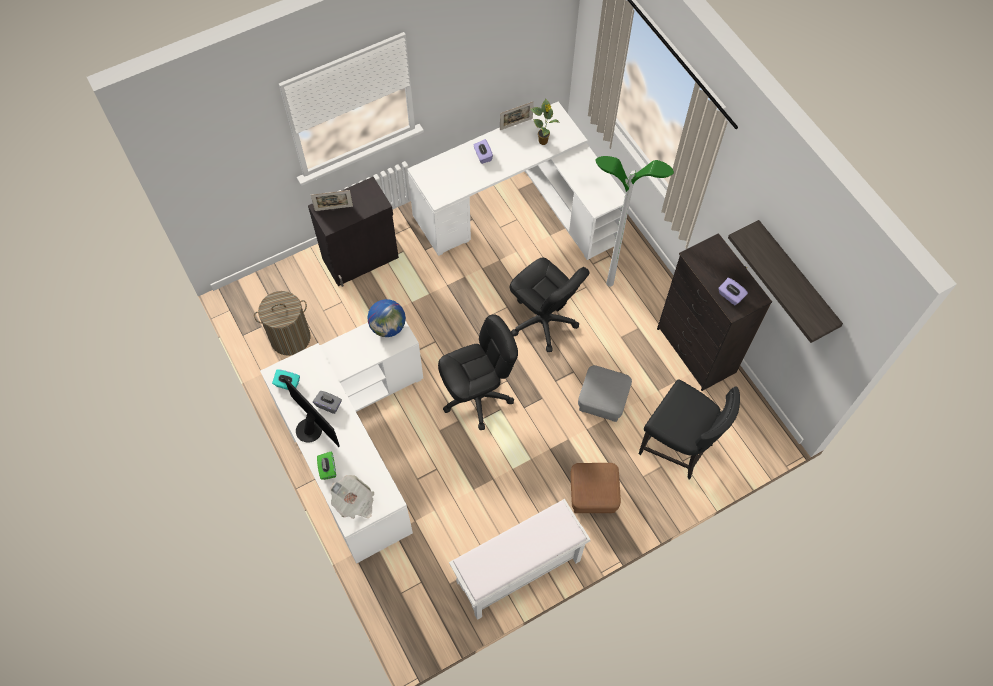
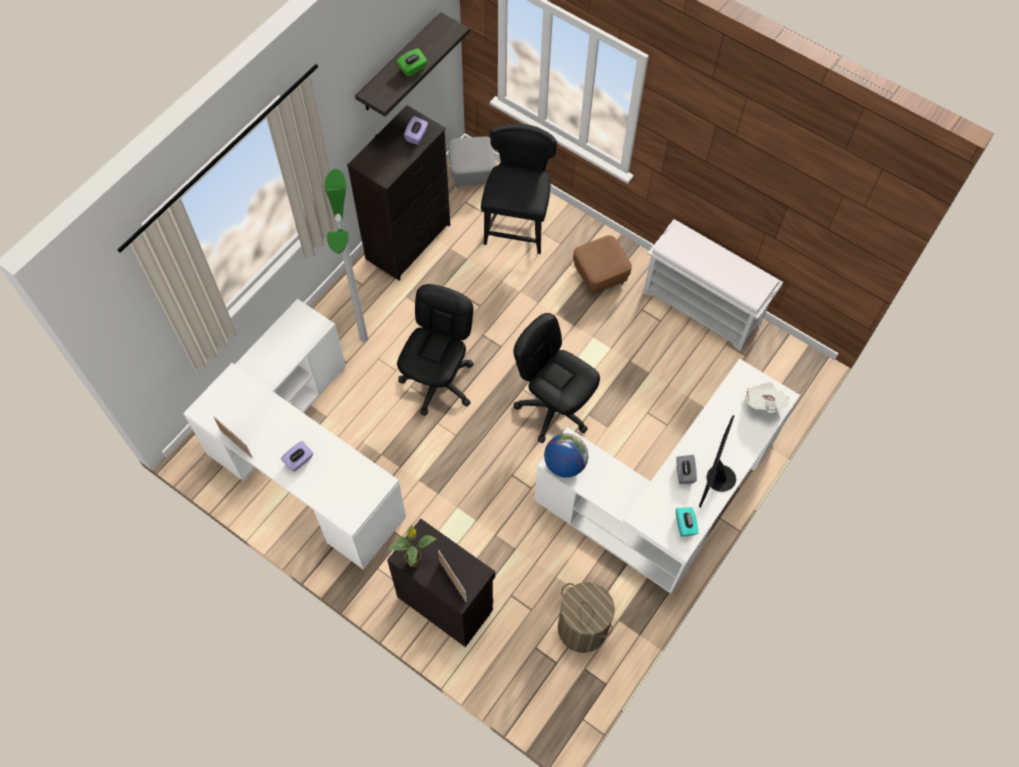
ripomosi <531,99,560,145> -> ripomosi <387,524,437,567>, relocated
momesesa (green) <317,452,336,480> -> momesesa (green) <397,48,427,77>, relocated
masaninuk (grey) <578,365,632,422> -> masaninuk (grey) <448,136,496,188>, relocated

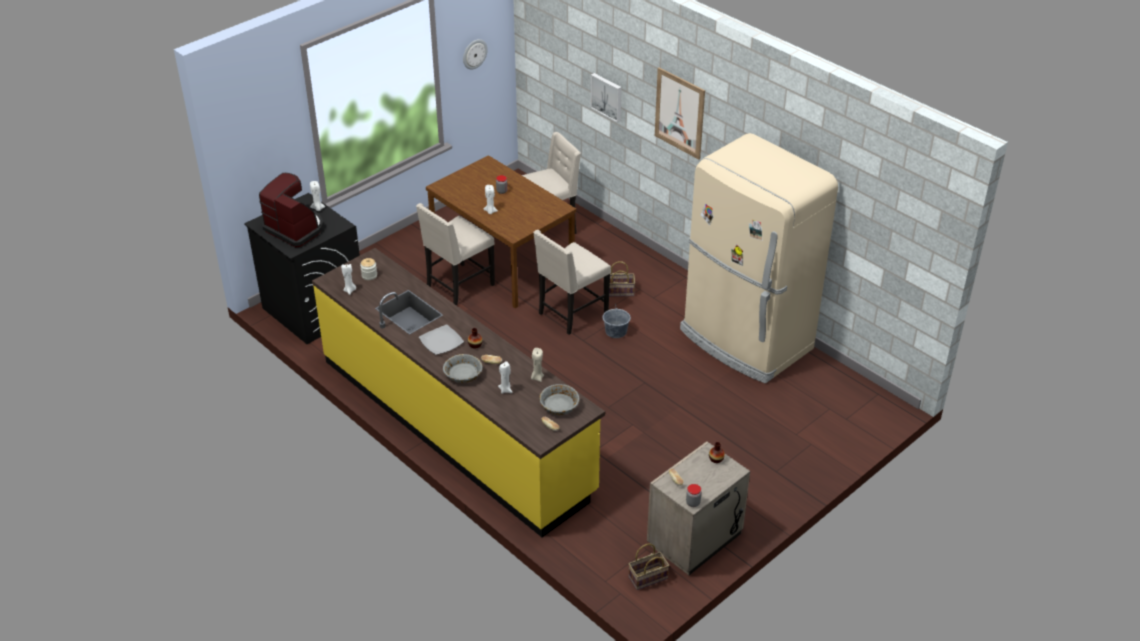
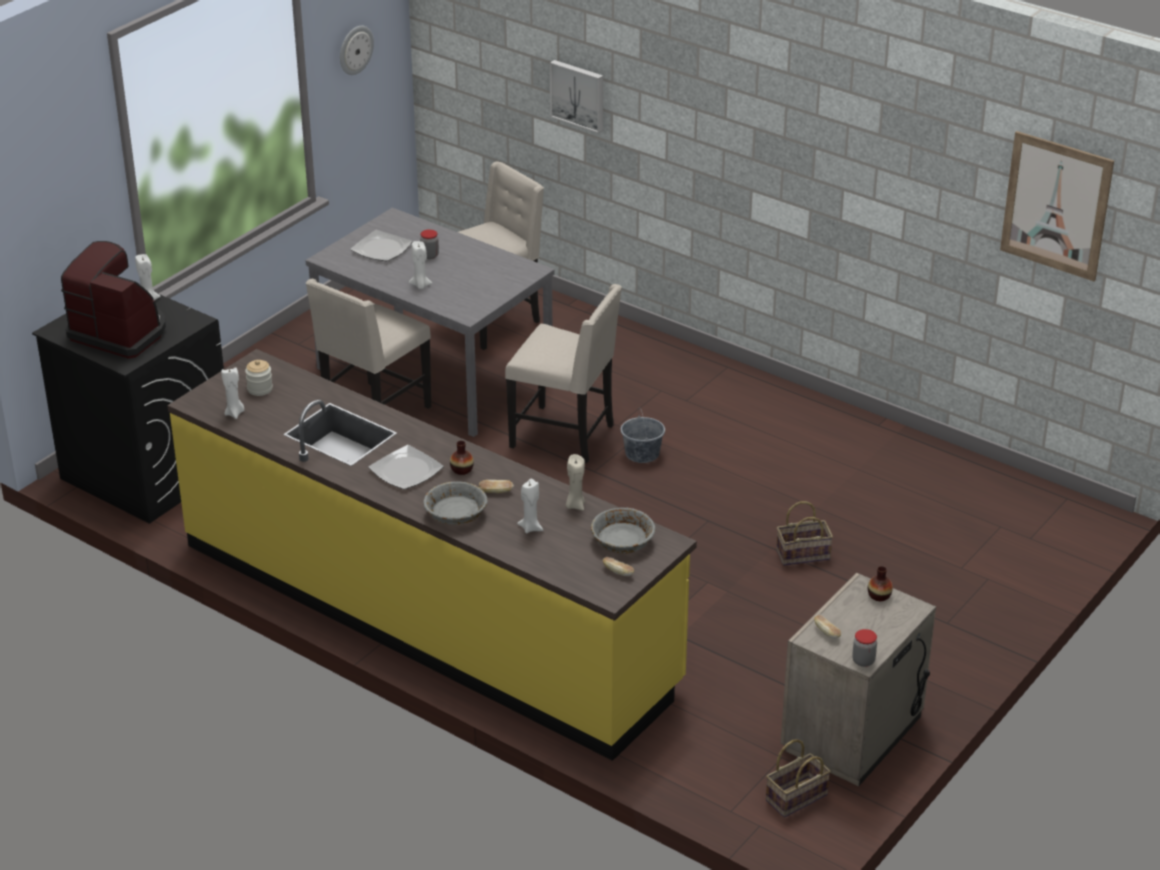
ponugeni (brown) <426,155,576,308> -> ponugeni (grey) <305,208,555,437>
none -> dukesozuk <350,230,413,261>
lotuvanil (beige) <533,230,611,335> -> lotuvanil (beige) <505,284,622,463>, 105 degrees counterclockwise
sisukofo <609,261,635,297> -> sisukofo <776,501,833,566>, relocated
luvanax <655,67,705,160> -> luvanax <1000,131,1114,281>, relocated
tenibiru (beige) <680,133,838,383> -> none

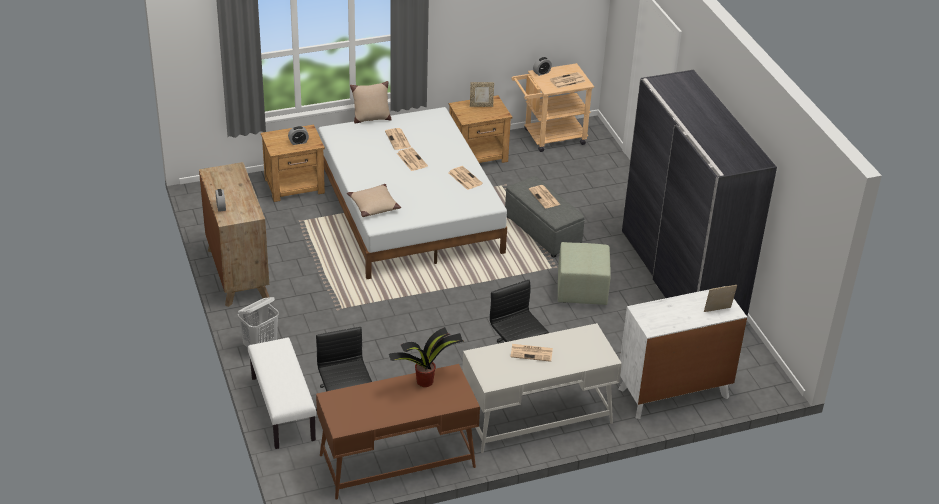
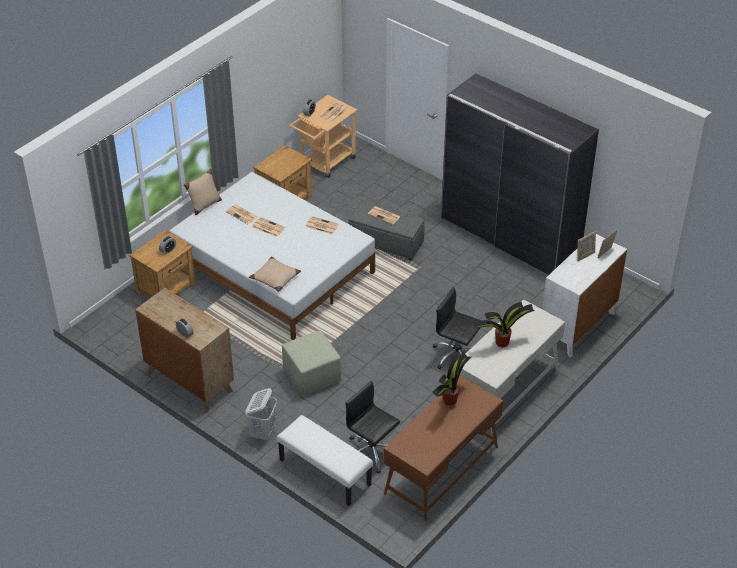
masaninuk (green) <558,242,611,305> -> masaninuk (green) <282,331,341,396>, relocated
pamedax <510,344,553,362> -> ripomosi <473,302,534,347>
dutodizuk <470,82,494,107> -> dutodizuk <577,231,596,261>, relocated

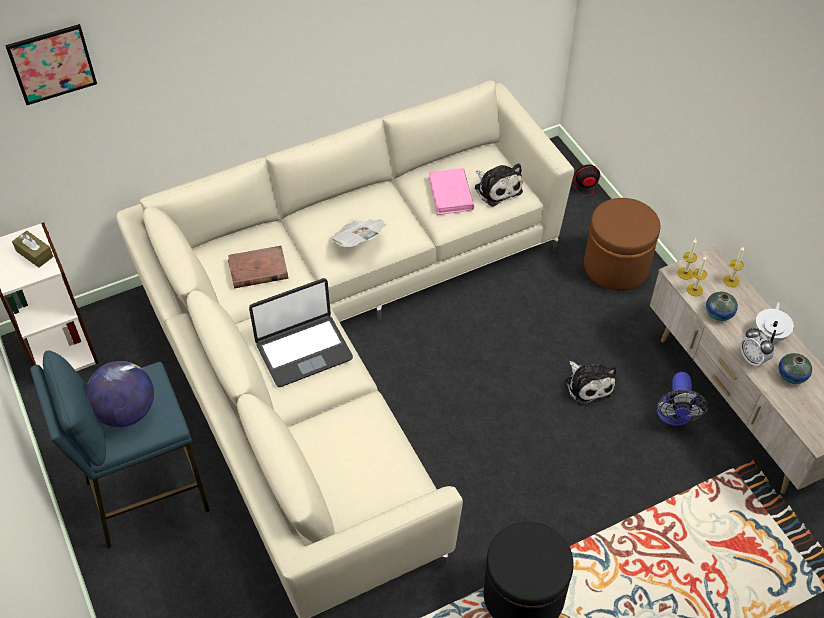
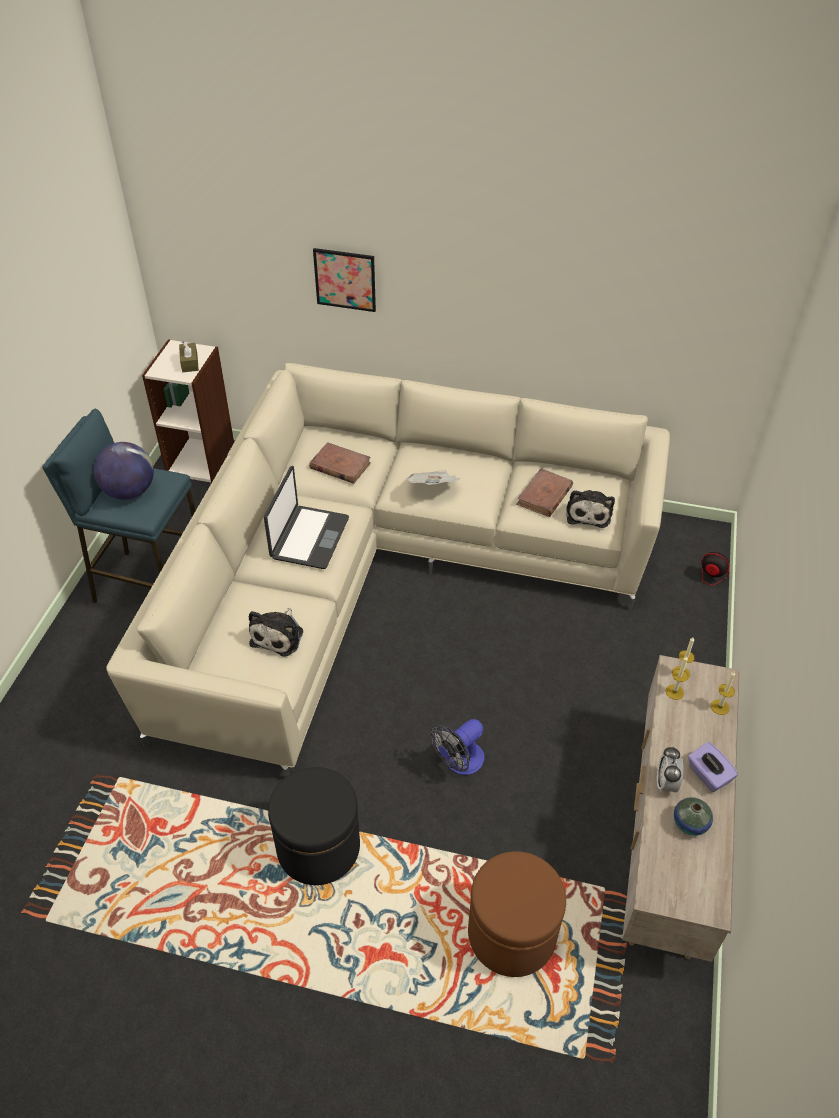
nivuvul <565,361,616,405> -> nivuvul <249,608,303,657>, relocated
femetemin <249,278,353,387> -> femetemin <264,466,349,569>, 90 degrees counterclockwise
luvanax <5,24,97,105> -> luvanax <313,248,376,312>, relocated
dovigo <657,372,709,426> -> dovigo <430,719,485,775>, relocated
masaninuk (brown) <584,198,660,291> -> masaninuk (brown) <468,851,566,977>, relocated
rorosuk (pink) <429,168,474,215> -> rorosuk (brown) <516,469,573,517>
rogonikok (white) <755,302,794,342> -> momesesa (purple) <688,742,738,792>
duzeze <706,292,738,321> -> none

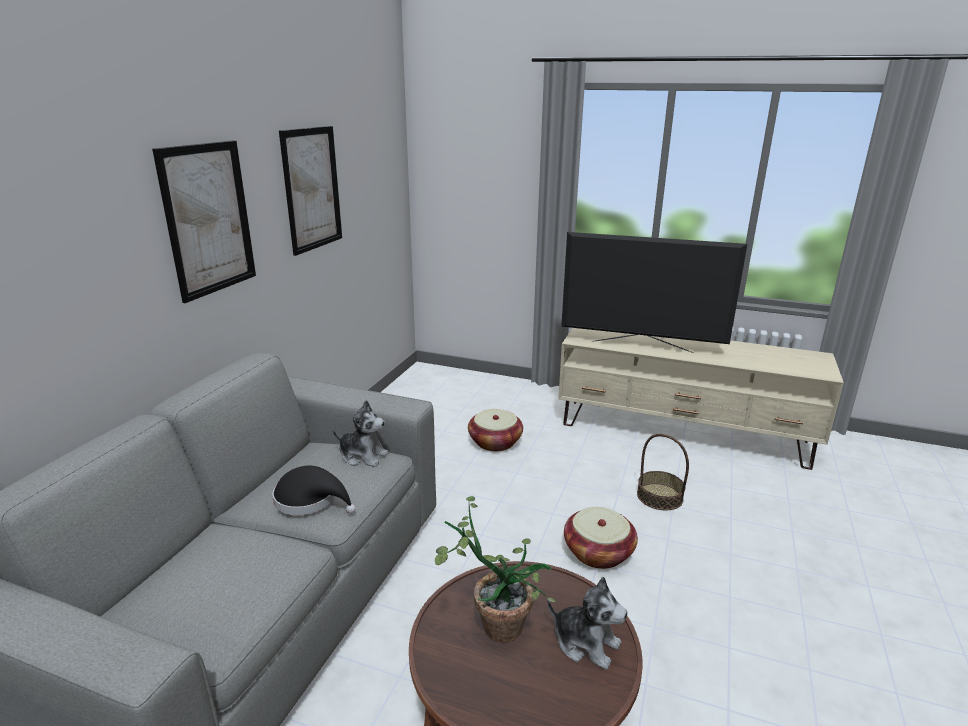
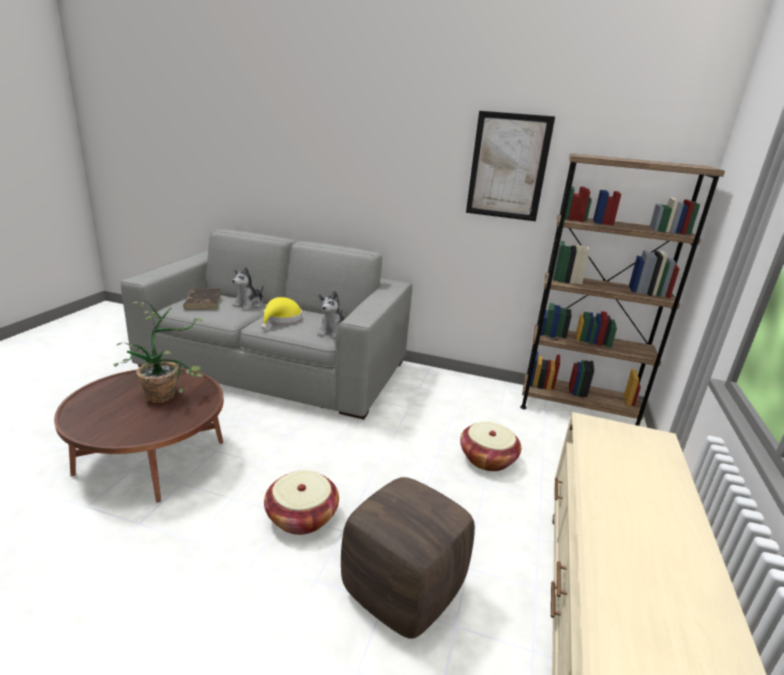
none -> rorosuk (brown) <183,288,221,310>
nivuvul <547,577,627,670> -> nivuvul <232,267,264,310>, relocated
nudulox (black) <273,466,356,515> -> nudulox (yellow) <261,297,302,330>
sisukofo <637,434,689,510> -> masaninuk (brown) <341,477,475,639>
none -> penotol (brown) <520,153,725,426>
luvanax <152,140,256,303> -> none
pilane <561,232,747,353> -> none

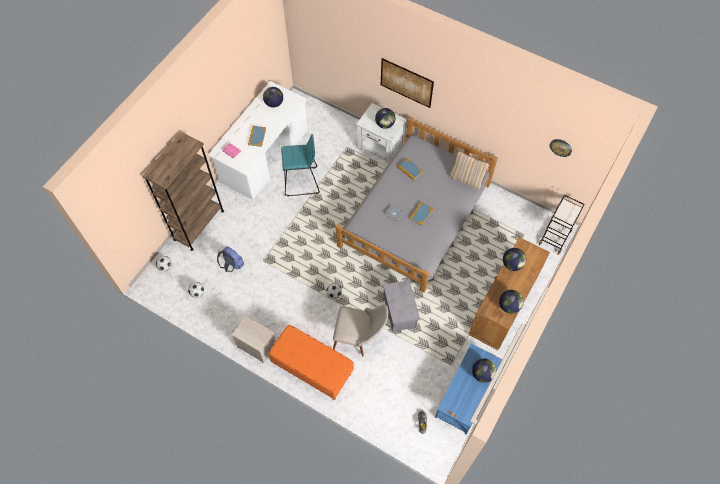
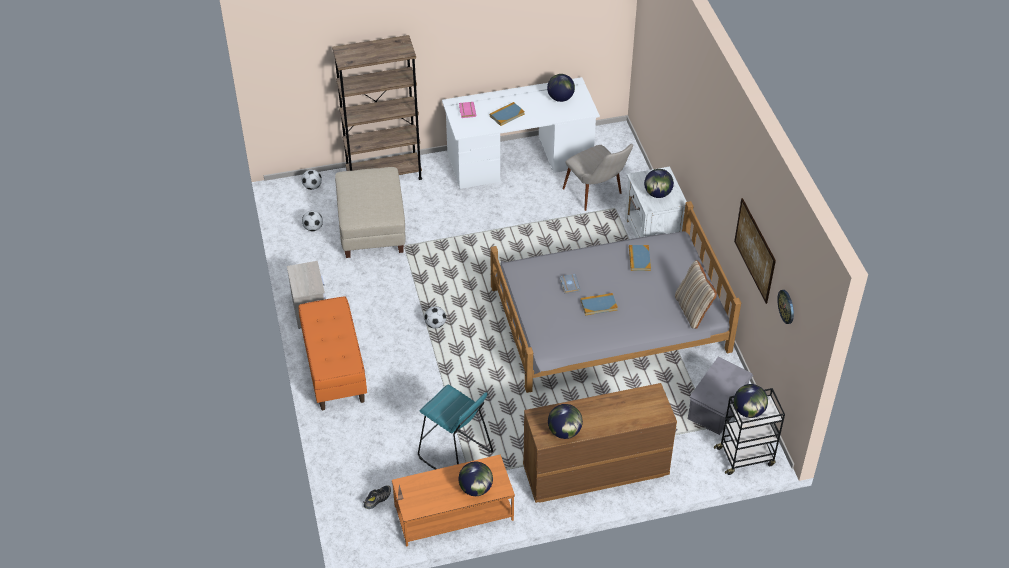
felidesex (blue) <217,246,244,272> -> masaninuk (beige) <335,167,405,258>
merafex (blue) <435,344,502,434> -> merafex (orange) <392,454,515,547>
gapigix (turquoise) <281,134,320,196> -> gapigix (turquoise) <418,385,493,470>, relocated
lotuvanil (beige) <333,305,388,356> -> lotuvanil (beige) <563,144,633,211>, relocated
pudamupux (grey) <383,280,420,332> -> pudamupux (grey) <688,357,753,435>, relocated
luvanax <381,58,434,108> -> luvanax <734,198,776,304>, relocated
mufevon <503,248,526,271> -> mufevon <734,384,768,418>, relocated

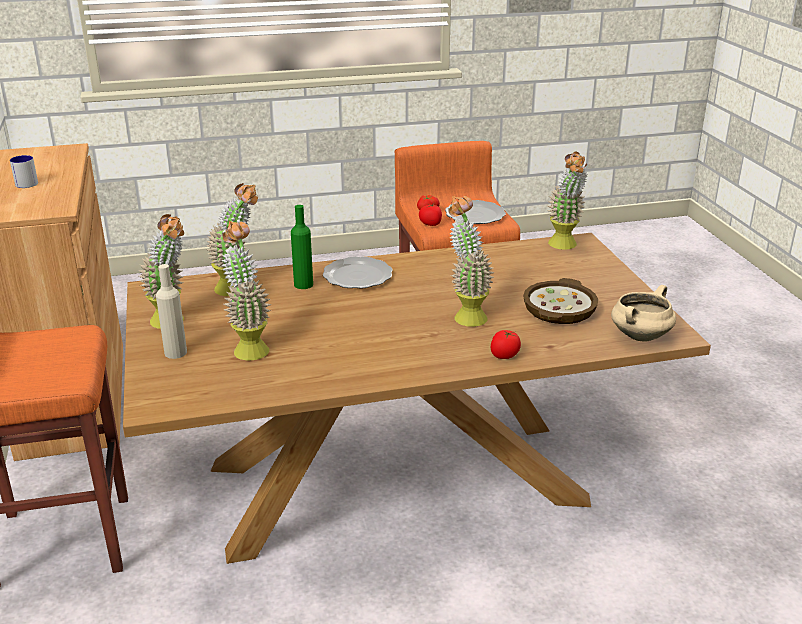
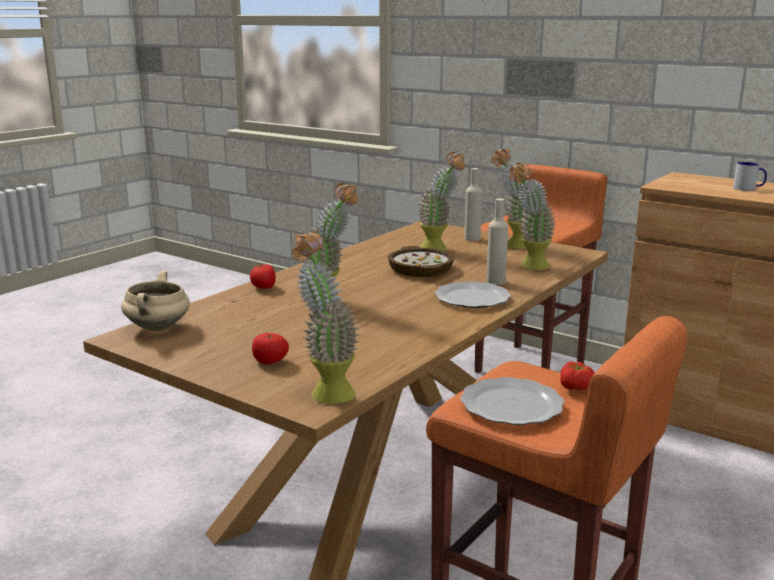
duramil <419,203,442,226> -> duramil <252,333,289,364>, relocated
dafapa <523,278,598,324> -> dafapa <388,246,454,277>, relocated
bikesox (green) <291,205,313,289> -> bikesox (beige) <486,199,508,285>

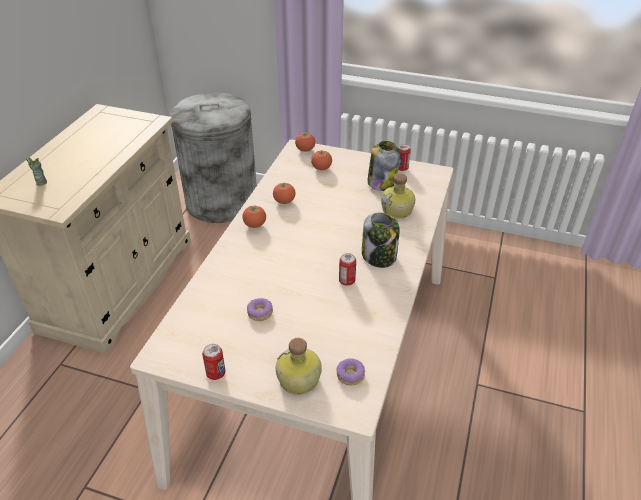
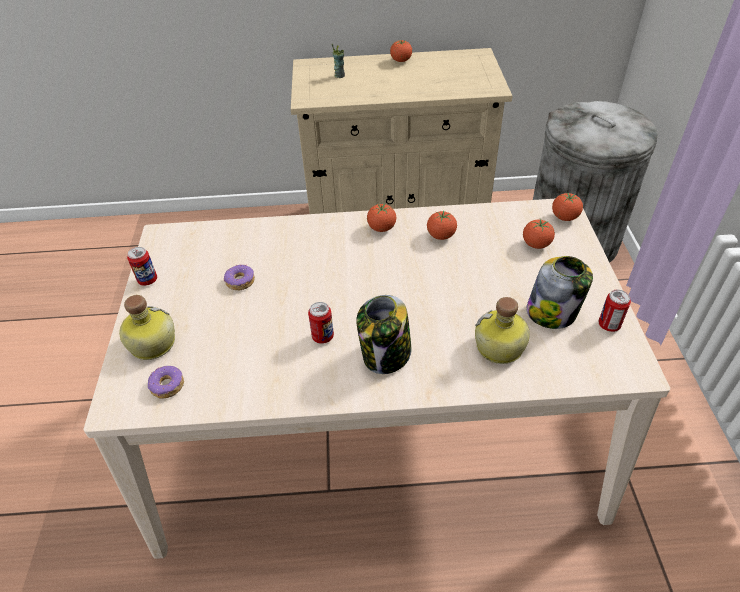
none -> duramil <390,40,412,62>

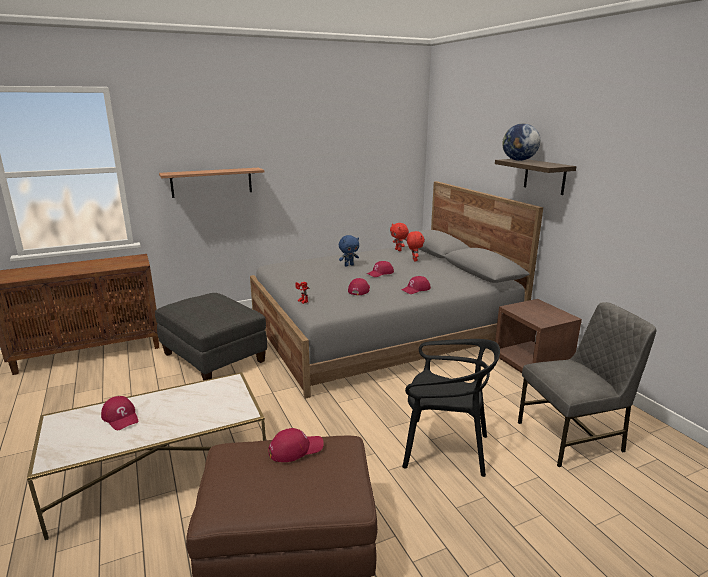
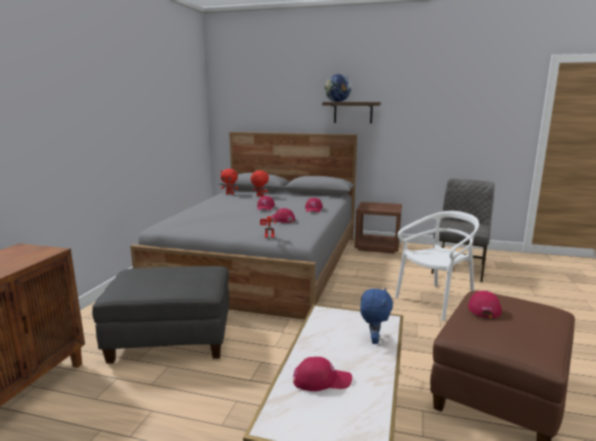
nivuvul (blue) <339,235,359,266> -> nivuvul (blue) <360,288,393,344>, relocated
lotuvanil (black) <402,339,500,477> -> lotuvanil (white) <395,211,479,321>
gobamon <159,168,264,198> -> none

